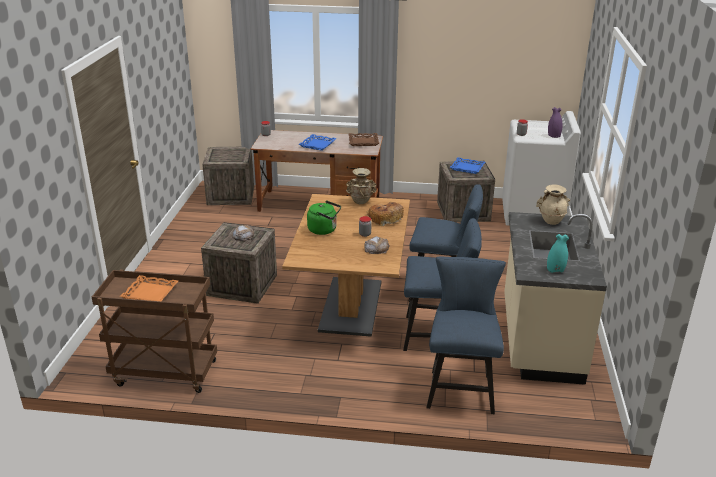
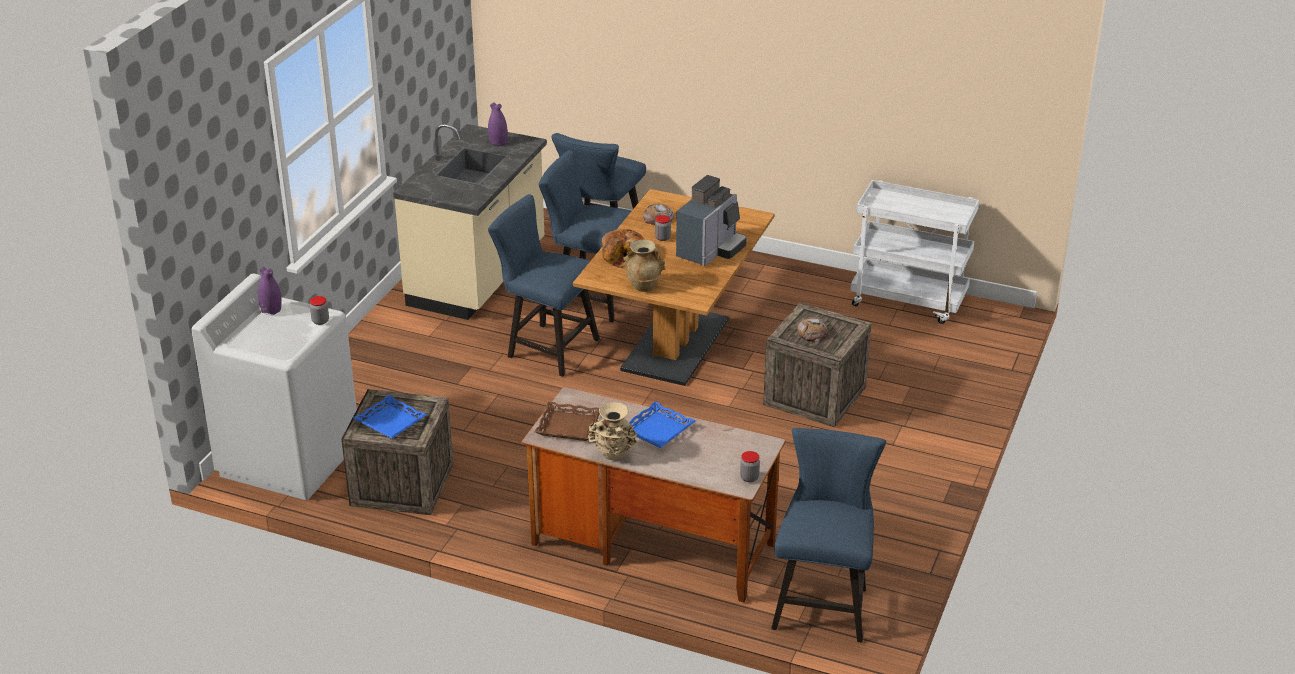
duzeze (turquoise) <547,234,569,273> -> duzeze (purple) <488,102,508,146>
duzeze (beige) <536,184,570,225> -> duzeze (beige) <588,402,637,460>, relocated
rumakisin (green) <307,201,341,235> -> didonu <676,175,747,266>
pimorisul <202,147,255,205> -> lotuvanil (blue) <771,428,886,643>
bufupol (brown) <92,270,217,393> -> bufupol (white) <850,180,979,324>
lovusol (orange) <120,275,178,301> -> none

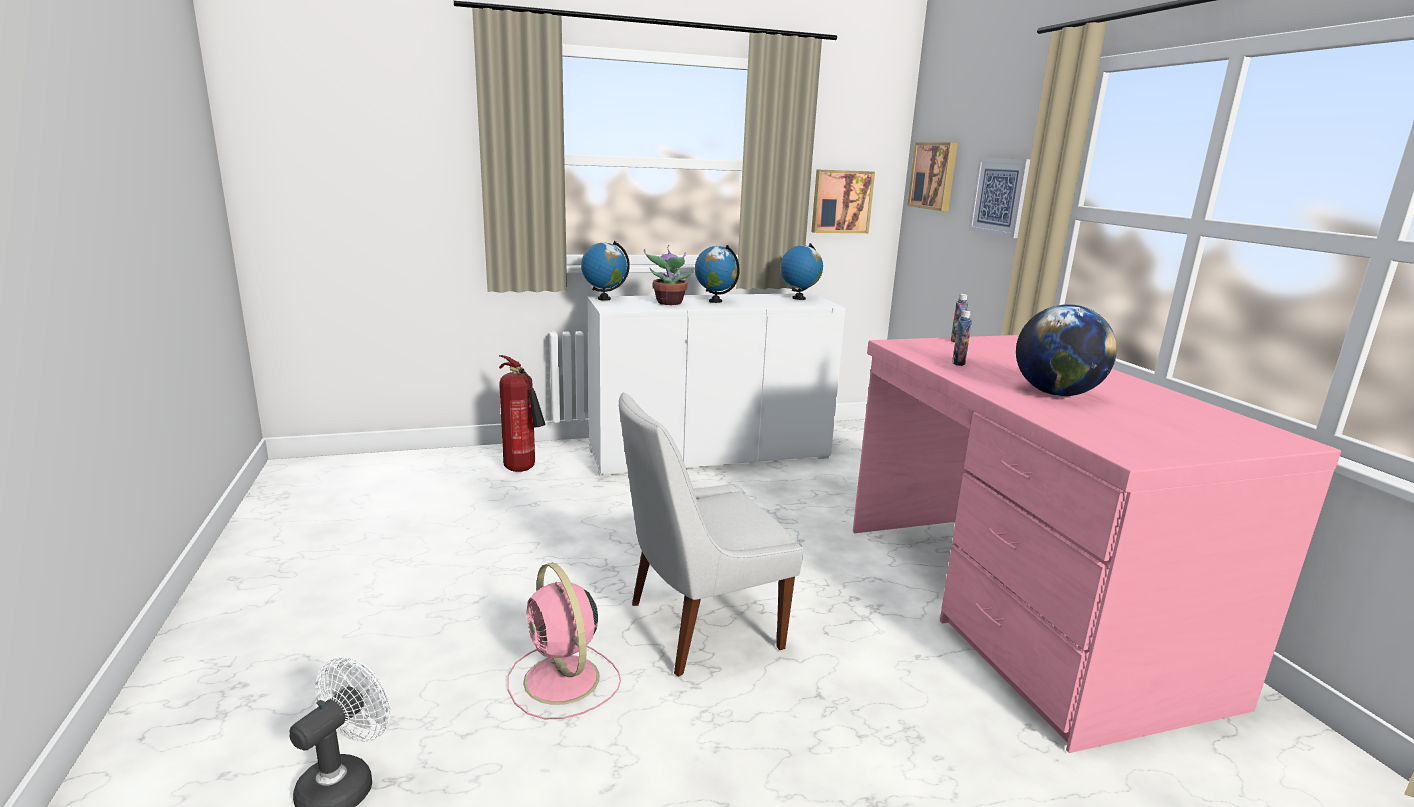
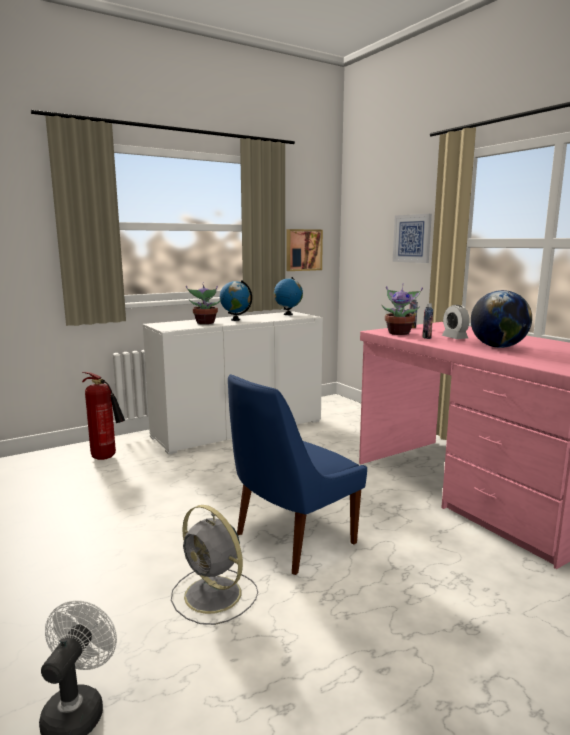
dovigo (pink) <508,563,621,719> -> dovigo (grey) <171,505,258,625>
lotuvanil (white) <619,392,804,677> -> lotuvanil (blue) <228,374,367,575>
none -> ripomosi <381,284,423,335>
none -> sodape <442,305,470,339>
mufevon <581,241,630,301> -> none
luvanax <907,142,958,211> -> none

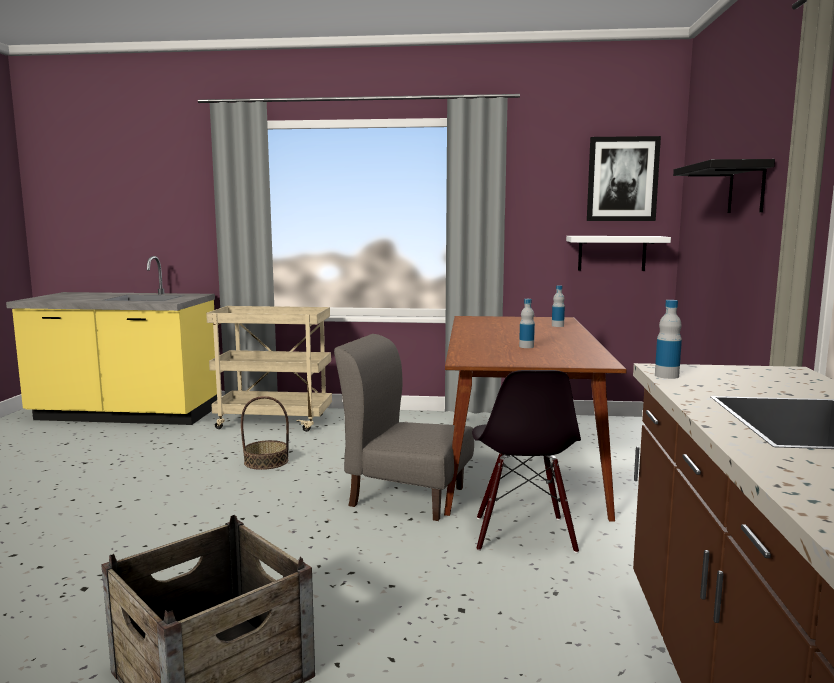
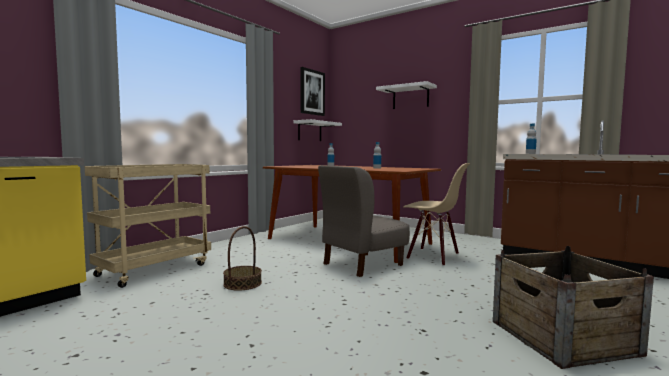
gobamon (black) <673,159,775,213> -> gobamon (white) <376,81,437,109>
lotuvanil (black) <472,370,581,553> -> lotuvanil (beige) <403,163,470,266>

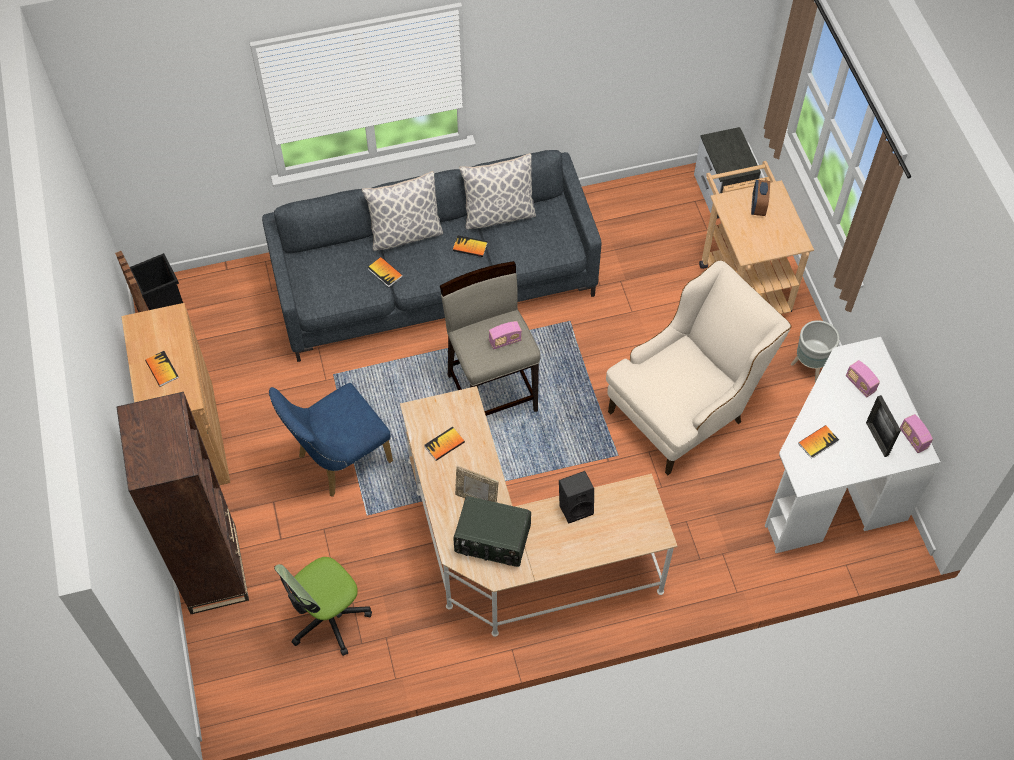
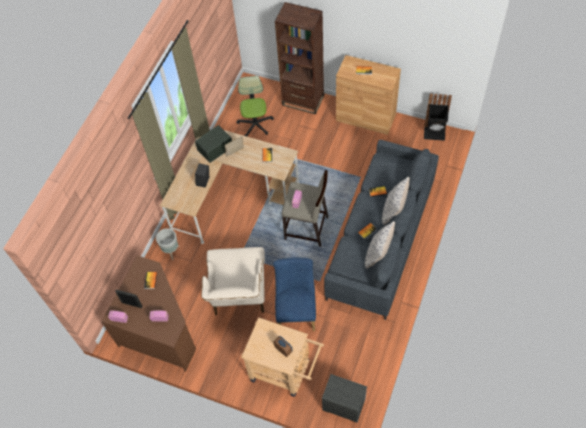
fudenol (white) <765,337,941,553> -> fudenol (brown) <101,255,196,371>
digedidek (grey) <791,320,840,382> -> digedidek (grey) <156,228,179,260>, relocated
lotuvanil (blue) <269,383,393,497> -> lotuvanil (blue) <273,257,316,331>, relocated

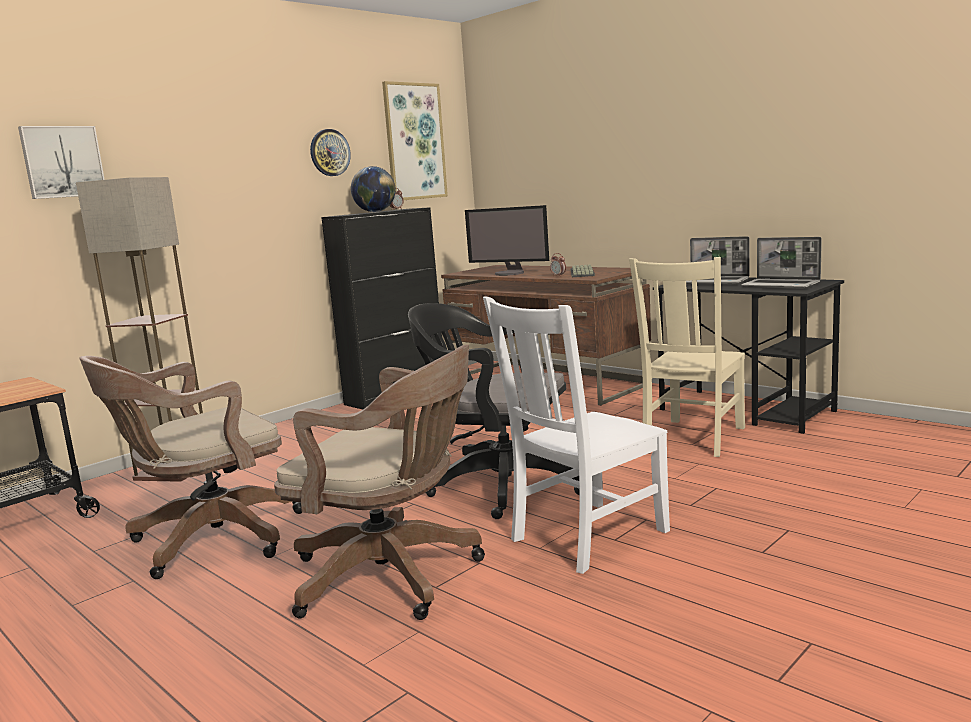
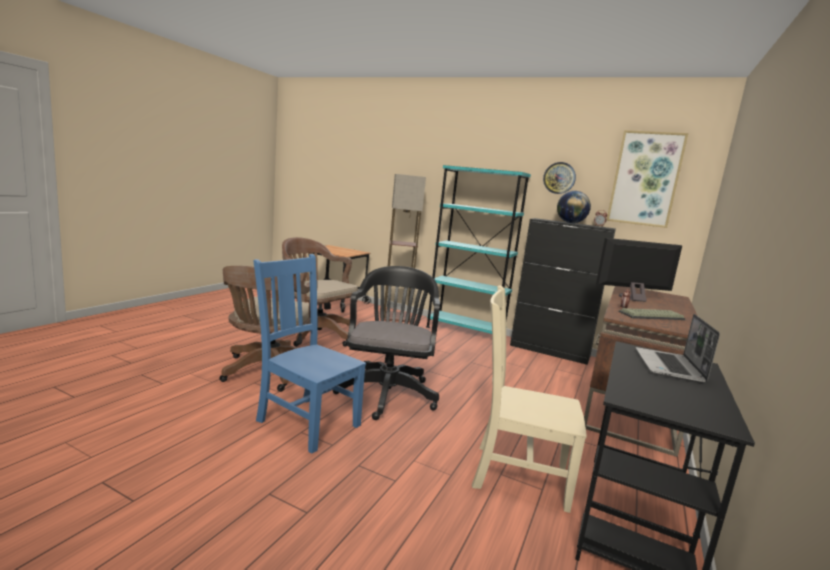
lotuvanil (white) <483,296,670,574> -> lotuvanil (blue) <253,254,366,453>
none -> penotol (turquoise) <426,165,531,334>
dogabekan <465,205,549,276> -> dogabekan <596,238,682,302>, 75 degrees clockwise
luvanax <18,126,105,199> -> none
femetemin <741,237,822,289> -> none

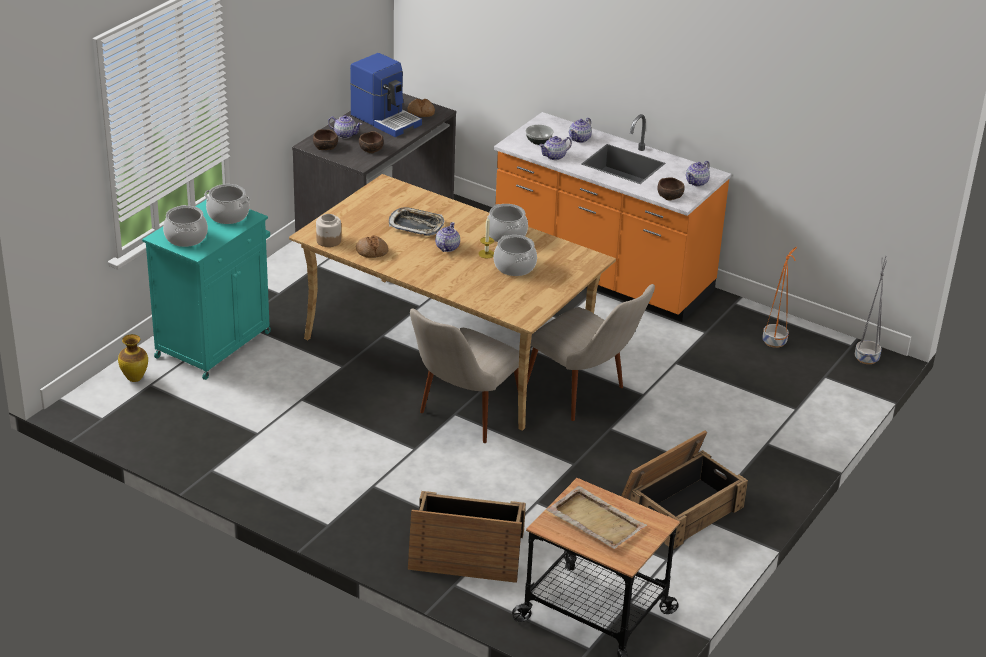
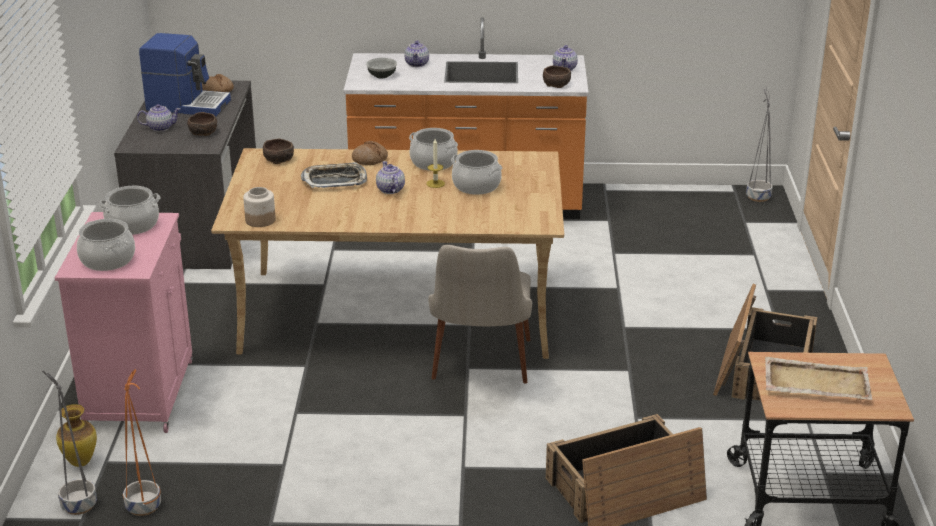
none -> digedidek (grey) <42,371,97,515>
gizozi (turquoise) <142,199,271,380> -> gizozi (pink) <55,212,193,433>
digedidek (orange) <762,247,797,348> -> digedidek (orange) <123,369,161,516>, relocated
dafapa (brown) <313,129,338,150> -> dafapa (brown) <263,139,294,164>, relocated
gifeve <356,235,388,258> -> gifeve <352,141,388,165>, relocated
lotuvanil (beige) <527,284,655,421> -> none
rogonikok <539,136,572,160> -> none

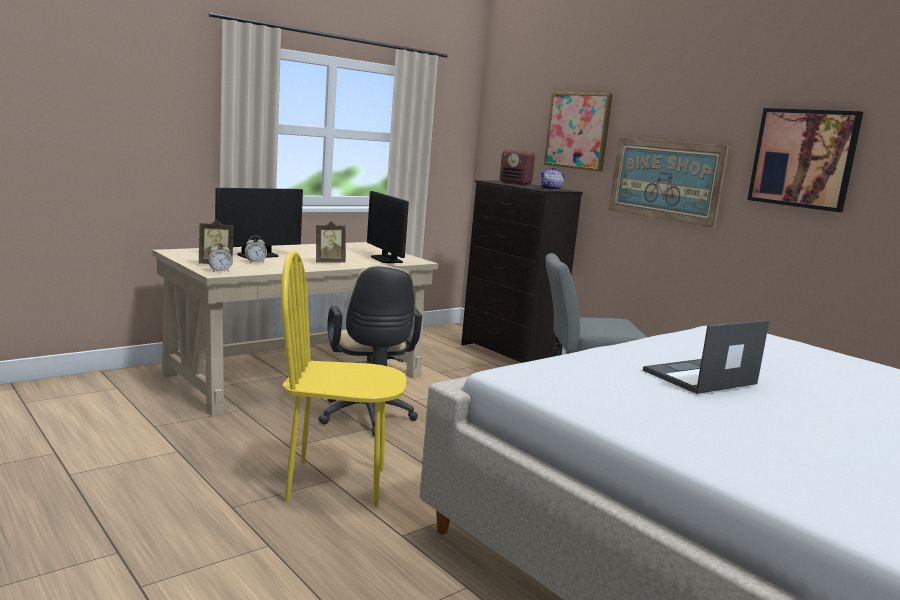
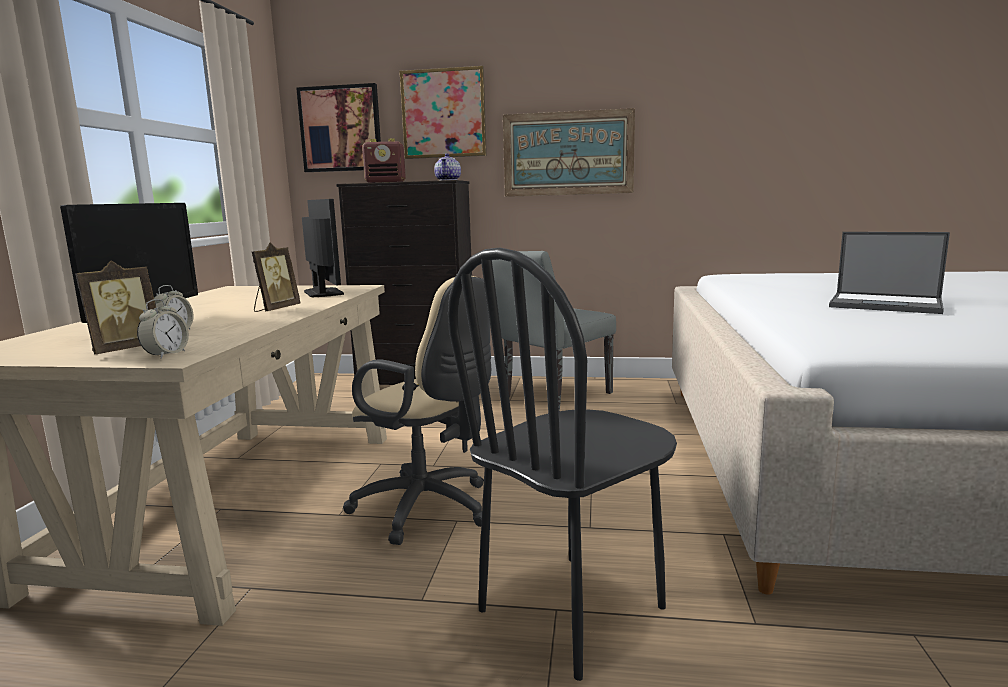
luvanax <747,108,863,212> -> luvanax <296,83,381,172>, relocated
dogabekan <367,191,409,263> -> dogabekan <302,199,344,297>, 135 degrees counterclockwise
lotuvanil (yellow) <281,251,407,507> -> lotuvanil (black) <448,248,677,681>
femetemin <643,320,769,394> -> femetemin <829,232,950,314>, 75 degrees counterclockwise

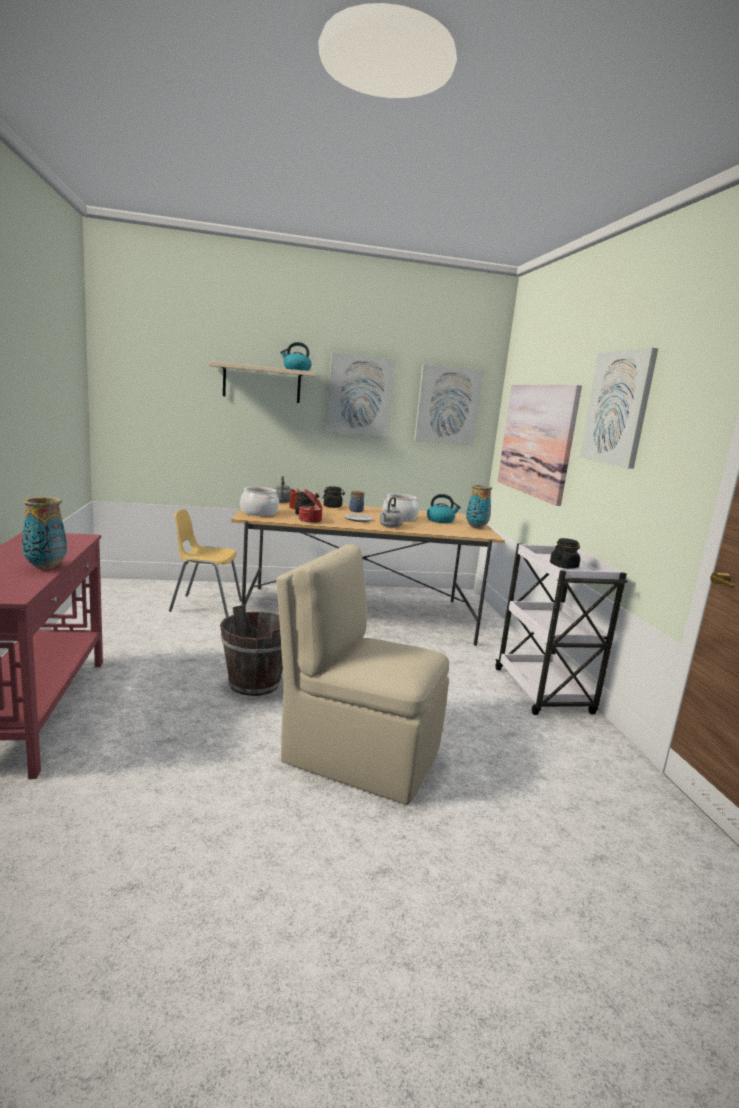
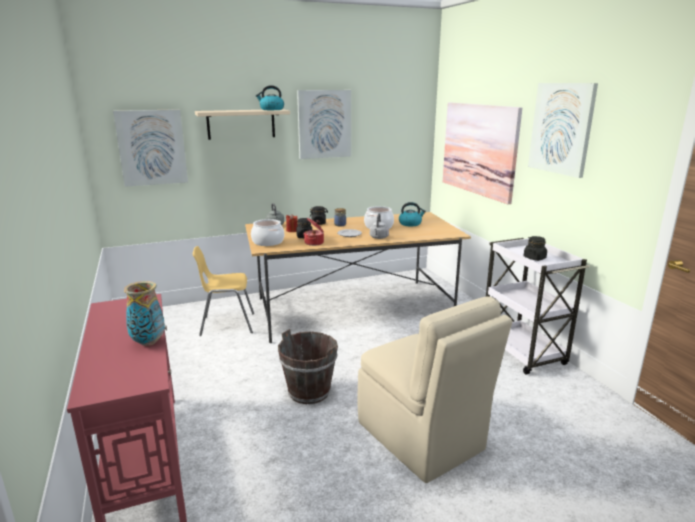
luvanax <414,364,484,446> -> luvanax <113,109,188,187>, relocated
lotuvanil (beige) <276,544,449,805> -> lotuvanil (beige) <358,296,512,483>, 135 degrees counterclockwise
duzeze <466,485,493,529> -> none

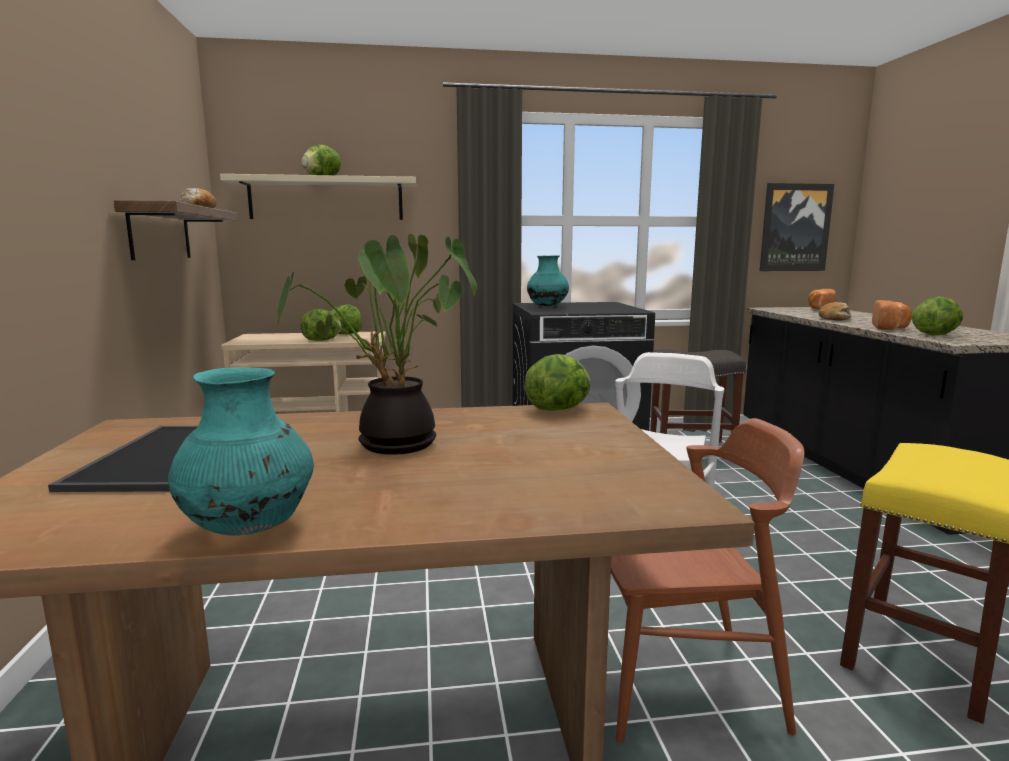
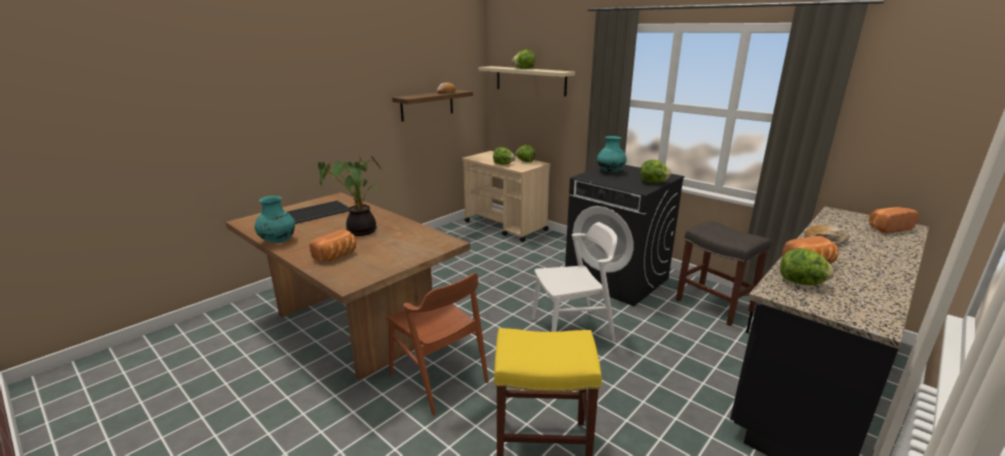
none -> gifeve <310,229,356,261>
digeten <524,354,591,411> -> digeten <640,160,671,183>, relocated
luvanax <760,183,834,271> -> none

